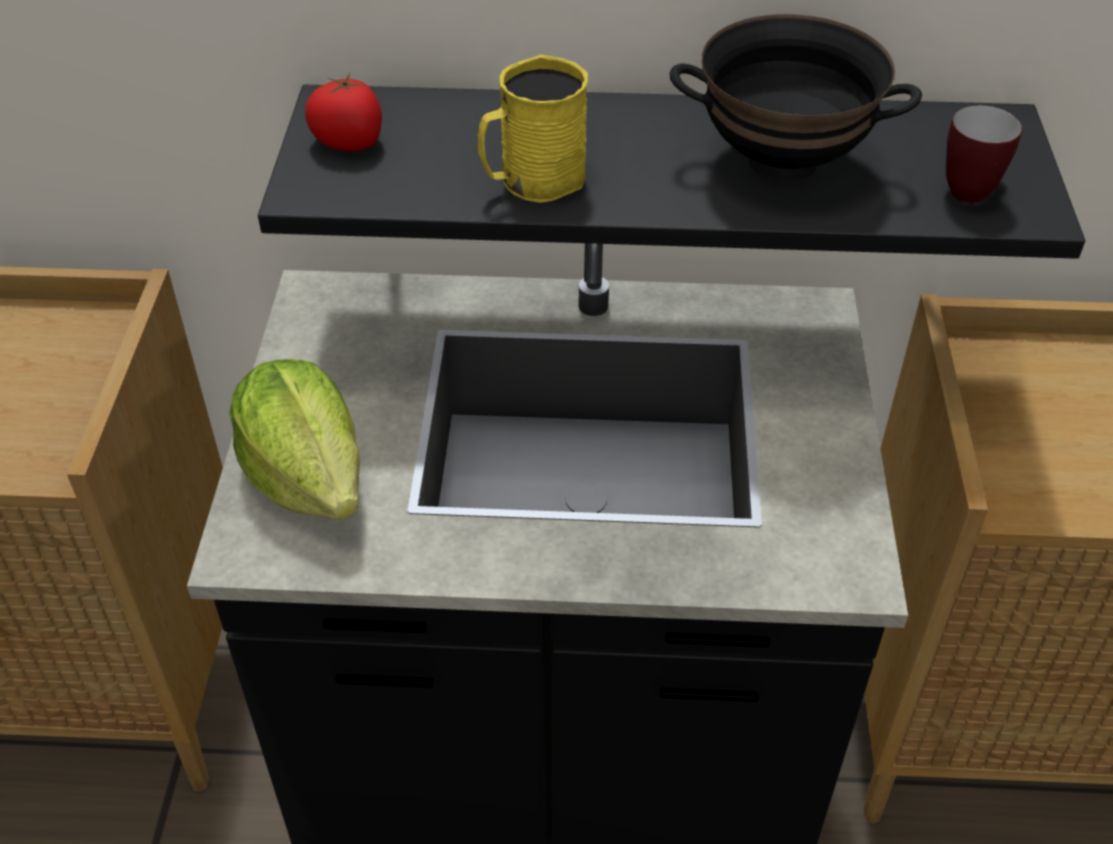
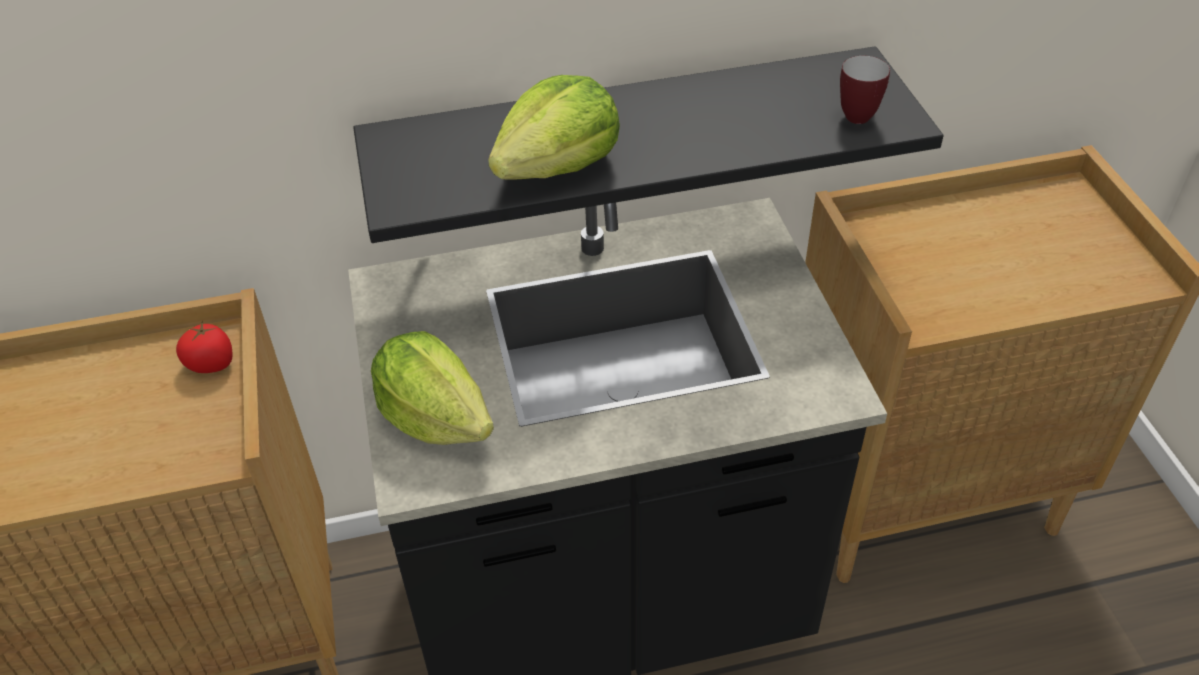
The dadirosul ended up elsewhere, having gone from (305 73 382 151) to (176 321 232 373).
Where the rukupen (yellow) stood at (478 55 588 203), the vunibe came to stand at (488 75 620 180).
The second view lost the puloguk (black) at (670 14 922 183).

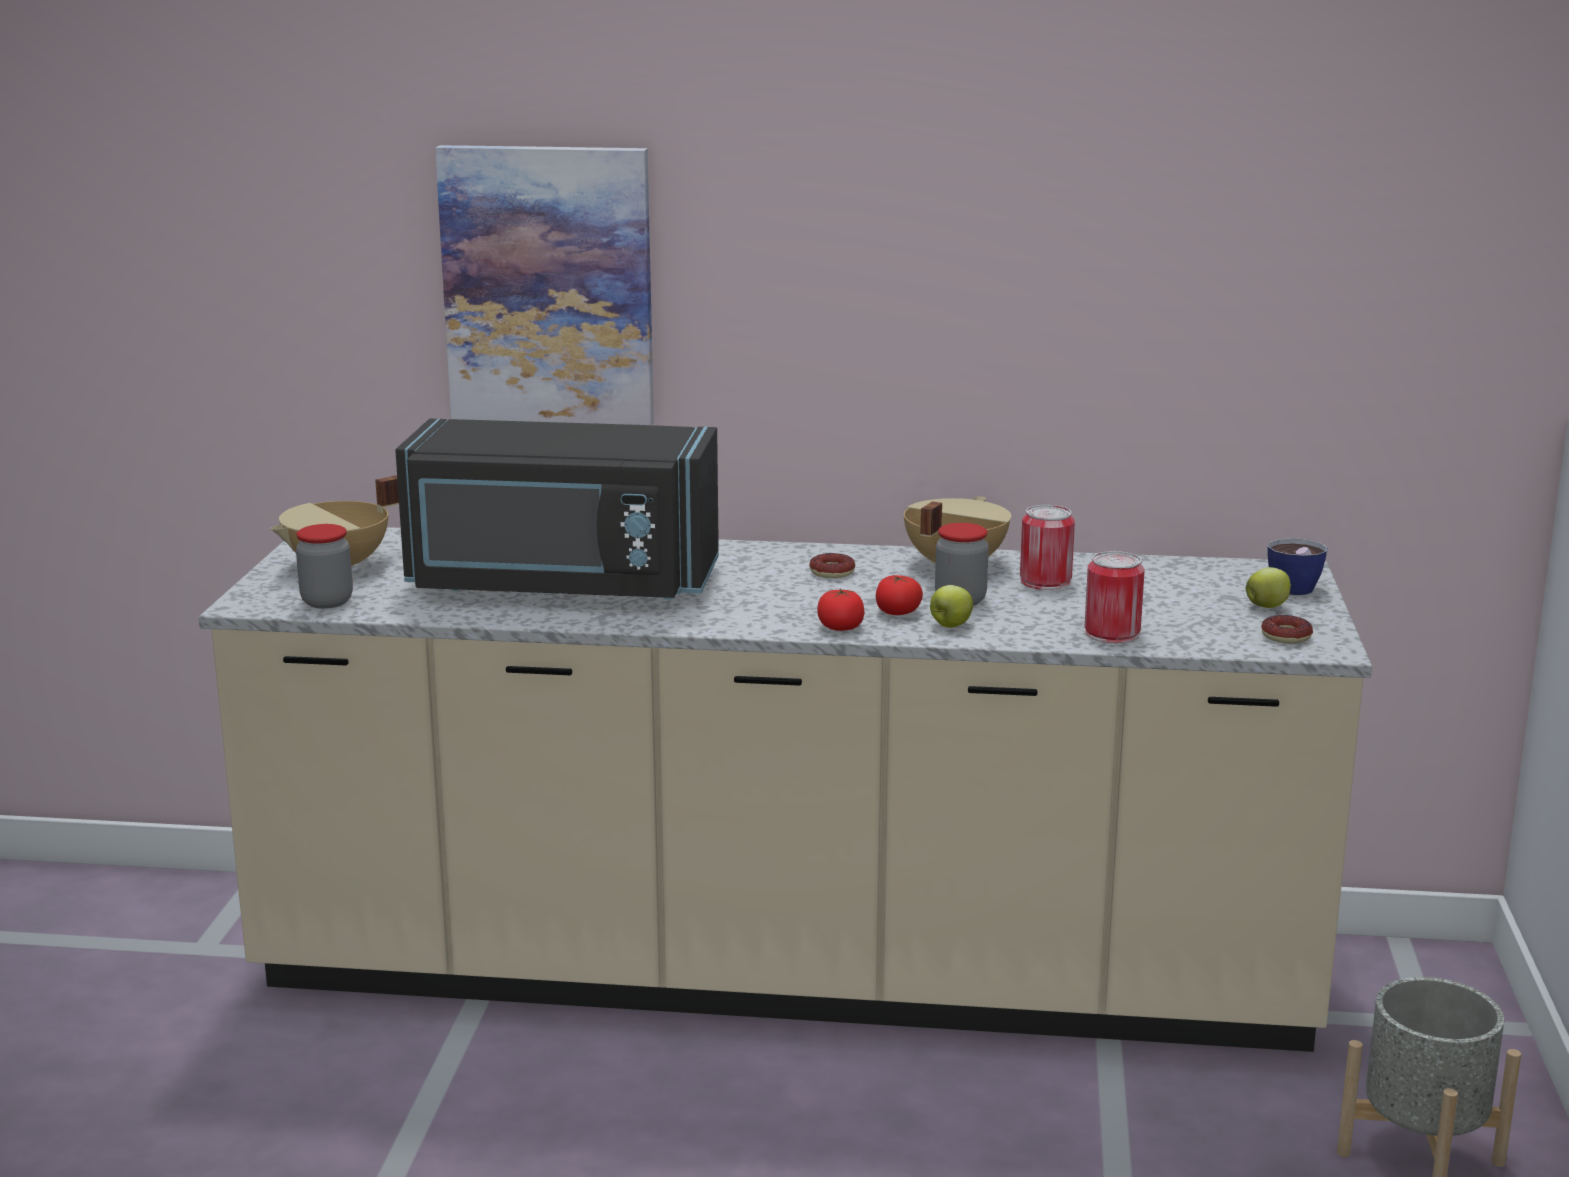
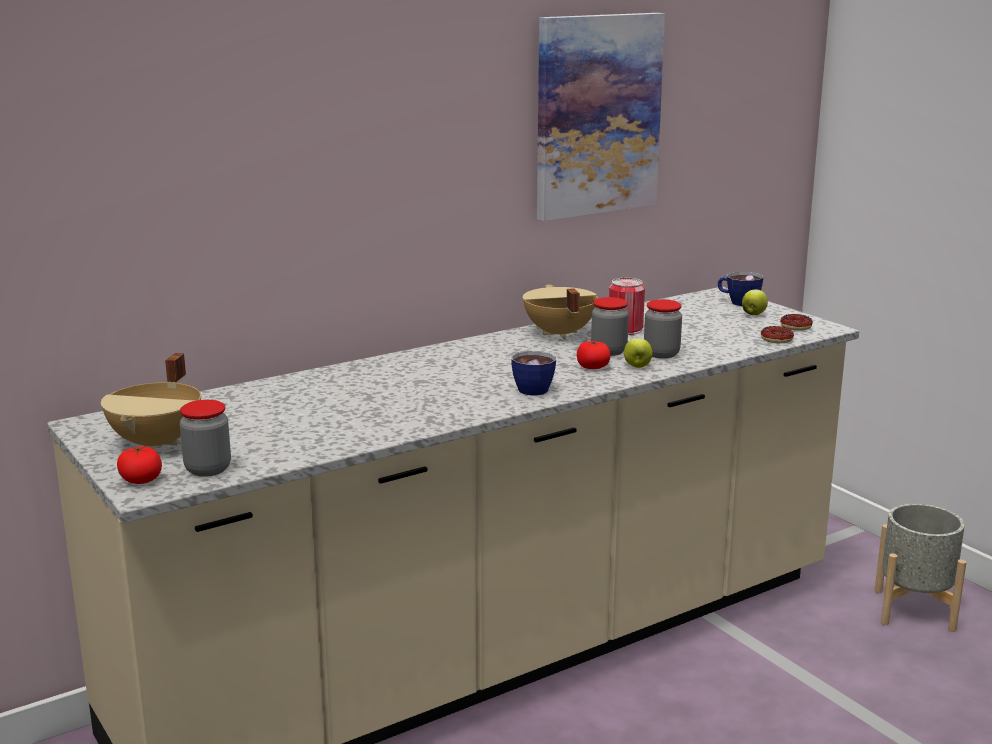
The second view lost the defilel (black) at (395 419 719 600).
The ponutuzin ended up elsewhere, having gone from (435 145 654 425) to (537 13 665 221).
The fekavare ended up elsewhere, having gone from (809 553 855 578) to (761 326 794 343).
The dadirosul ended up elsewhere, having gone from (817 589 864 631) to (117 446 162 484).
The second view lost the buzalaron at (1085 551 1145 643).
The second view gained the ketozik at (511 351 556 395).
The second view gained the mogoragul at (644 299 682 359).

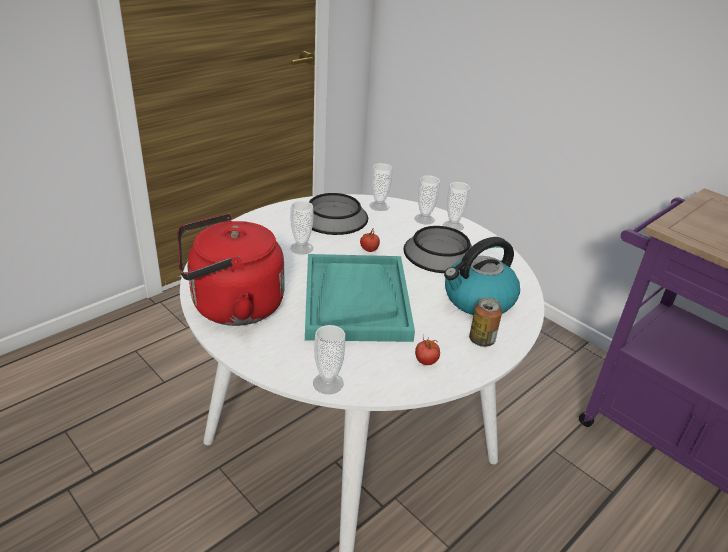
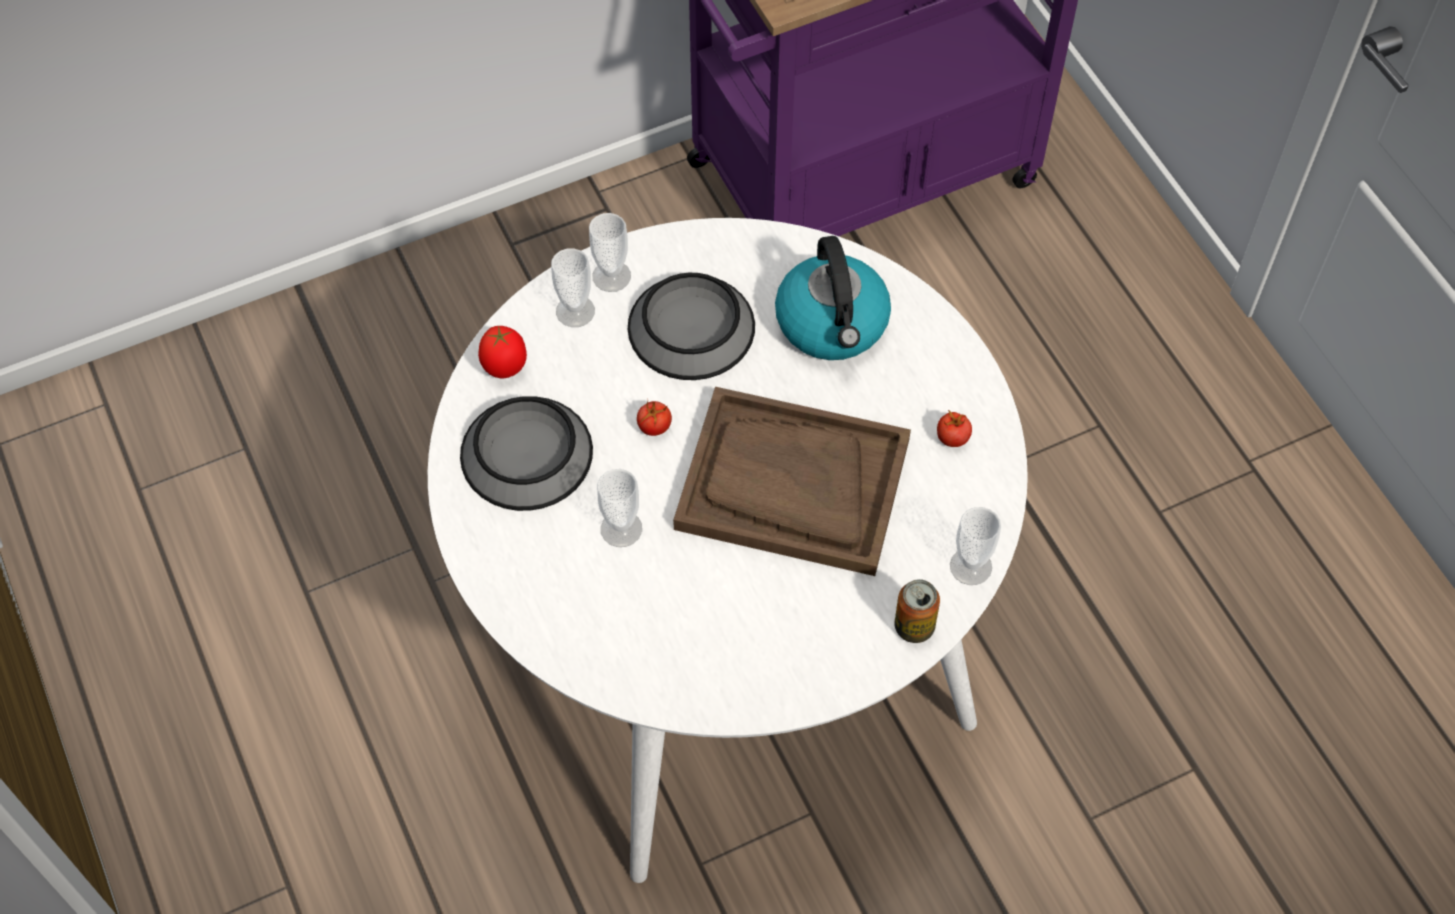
The second view lost the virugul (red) at (177 213 285 326).
What was the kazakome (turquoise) at (305 254 415 342) turned into the kazakome (brown) at (673 387 911 576).
Where the ketozik stood at (369 163 393 211), the dadirosul came to stand at (478 326 527 379).
The buzalaron ended up elsewhere, having gone from (469 298 502 347) to (894 579 940 643).

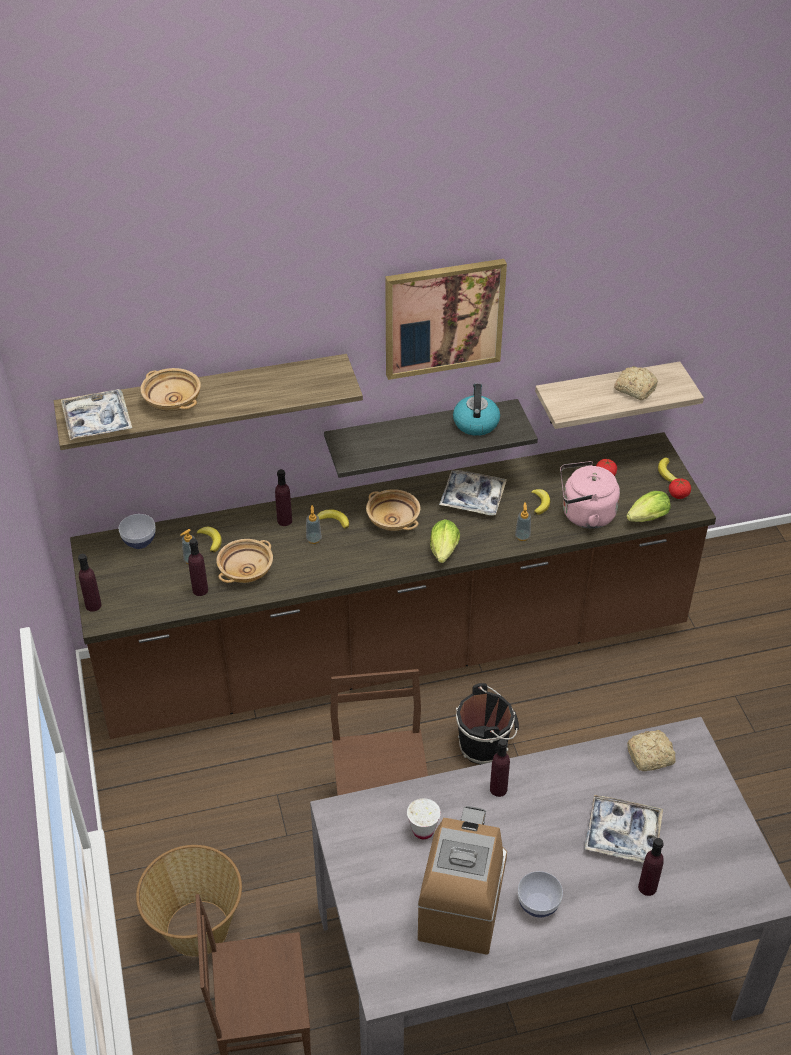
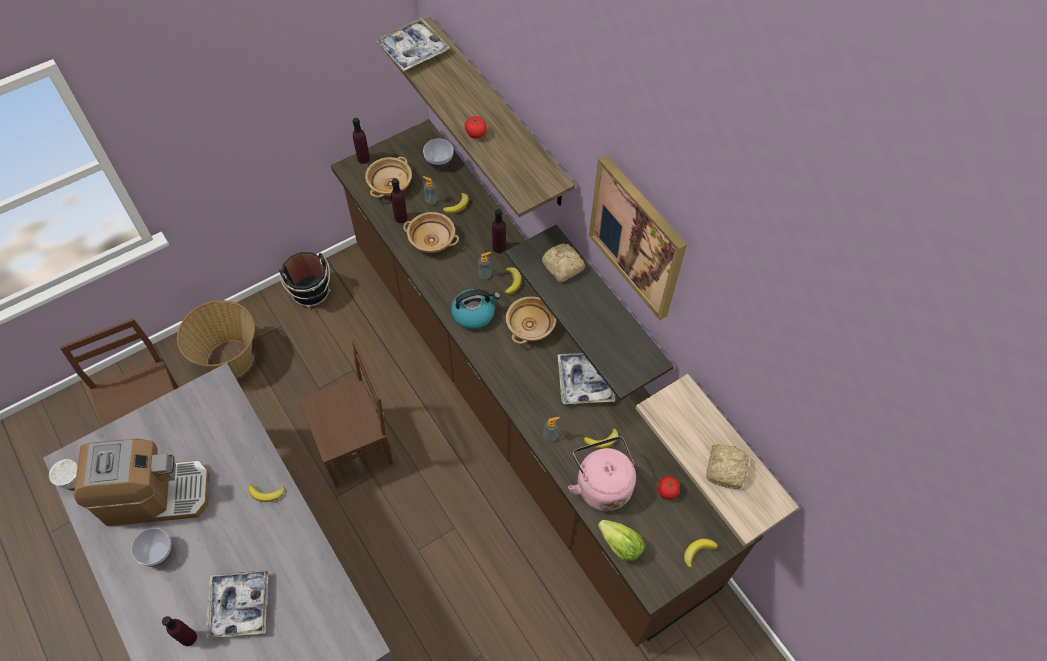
The puloguk (beige) ended up elsewhere, having gone from (140 368 201 411) to (365 157 412 198).
The ketozik (white) ended up elsewhere, having gone from (407 798 441 839) to (49 459 78 490).
The second view lost the vunibe at (430 519 460 563).
The virugul ended up elsewhere, having gone from (453 384 500 436) to (451 289 500 329).
The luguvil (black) ended up elsewhere, having gone from (456 683 519 765) to (279 252 331 308).
Where the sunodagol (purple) stood at (490 739 510 797), the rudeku came to stand at (248 485 285 502).
The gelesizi ended up elsewhere, having gone from (627 730 676 771) to (542 244 585 282).
The dadirosul ended up elsewhere, having gone from (669 478 691 499) to (464 116 487 138).

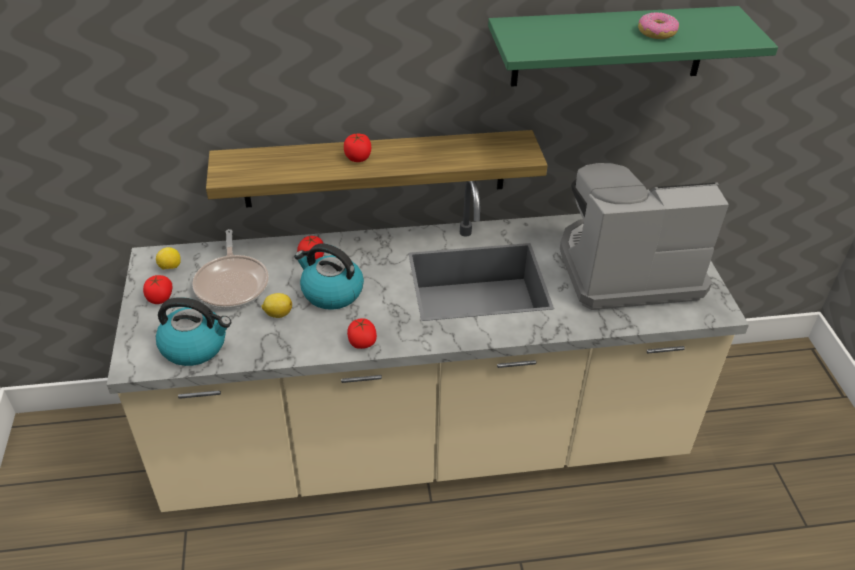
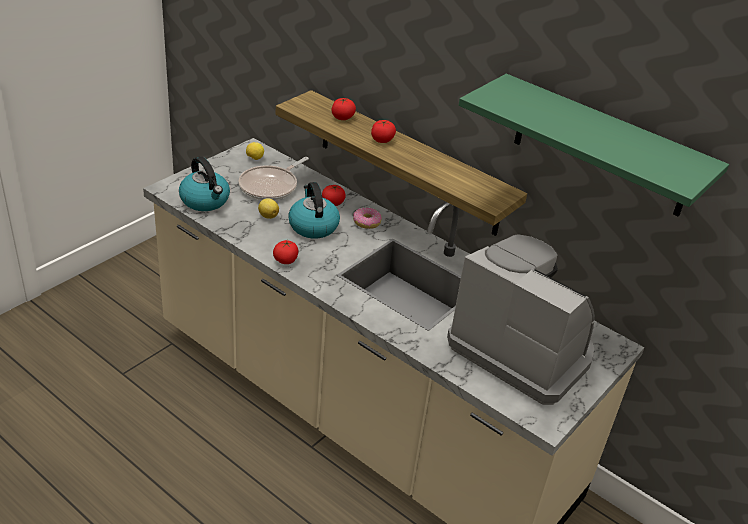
The dadirosul ended up elsewhere, having gone from (143 275 172 304) to (331 98 356 120).
The fekavare ended up elsewhere, having gone from (638 12 679 39) to (353 207 382 229).

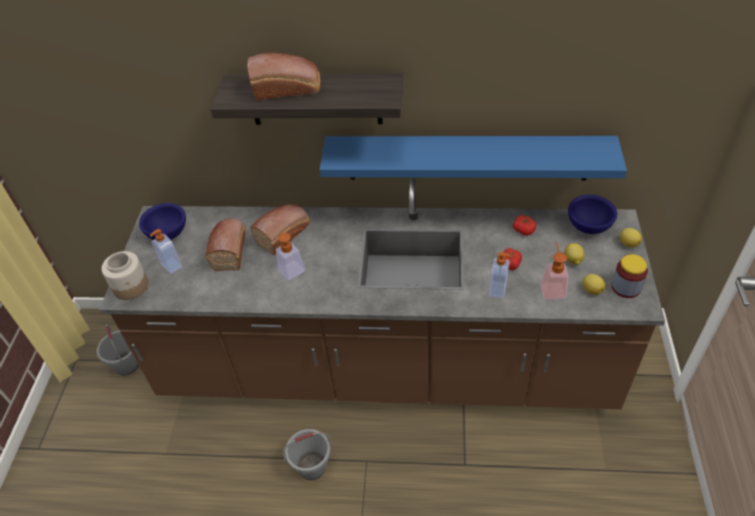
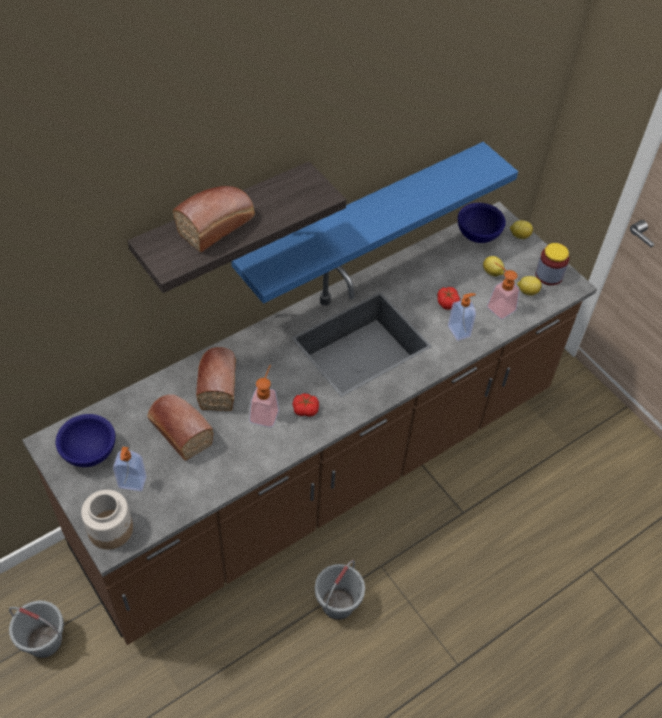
The dadirosul ended up elsewhere, having gone from (513 215 536 236) to (292 393 319 417).

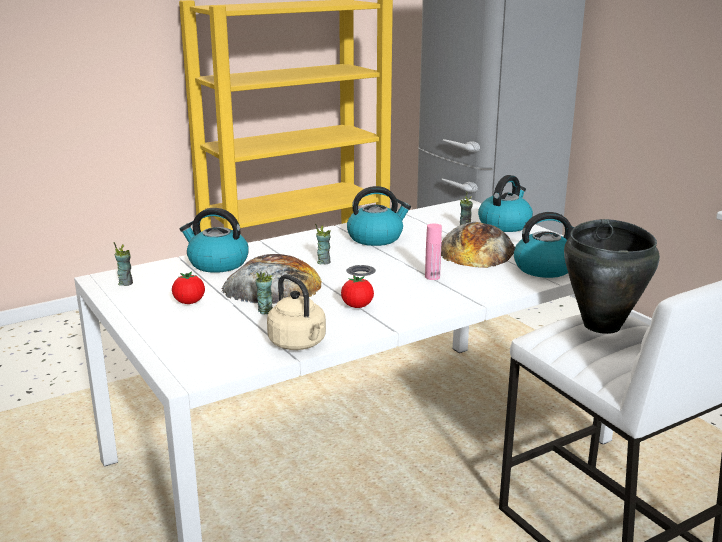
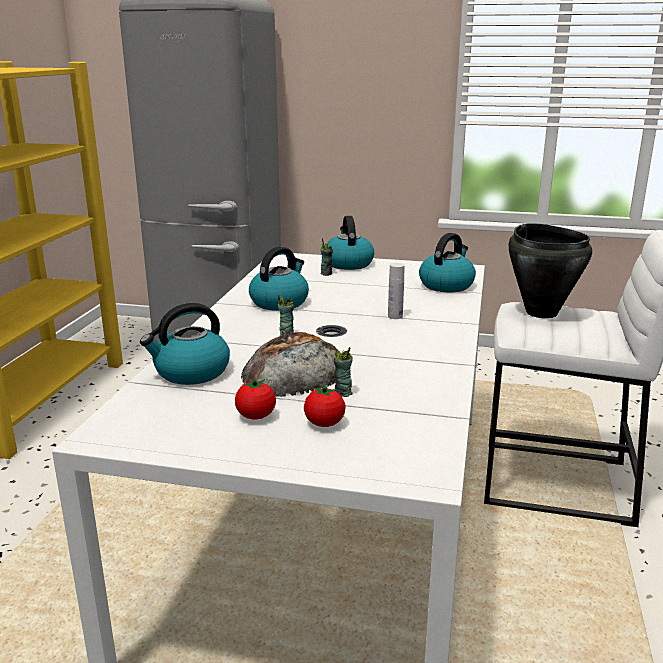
The second view lost the ketozik at (114 242 133 286).
The second view lost the virugul (beige) at (267 274 326 350).
The dadirosul ended up elsewhere, having gone from (341 275 374 308) to (304 384 346 427).
What was the sunodagol (pink) at (425 224 442 280) turned into the sunodagol (white) at (388 263 404 319).
The second view lost the gelesizi at (441 222 515 268).

